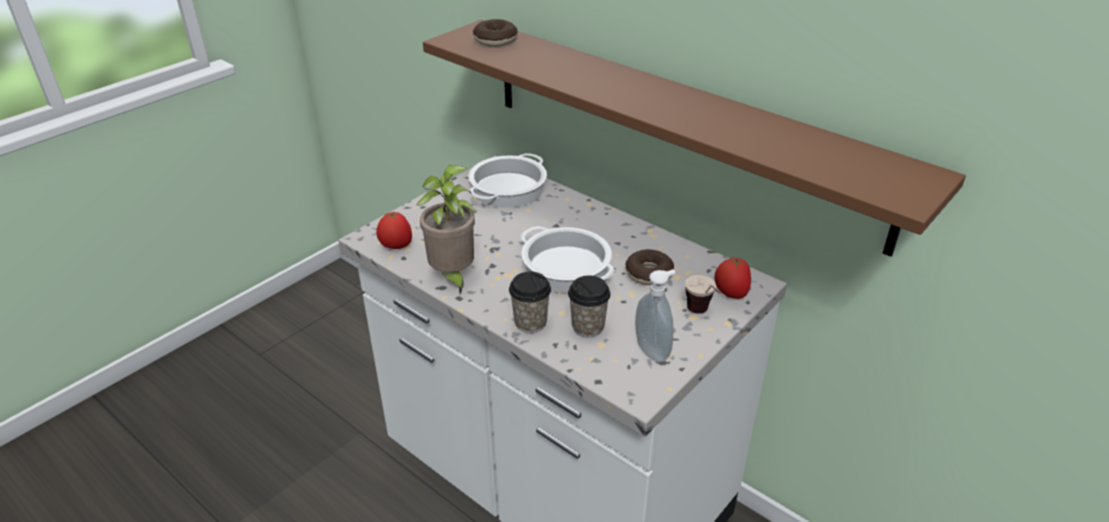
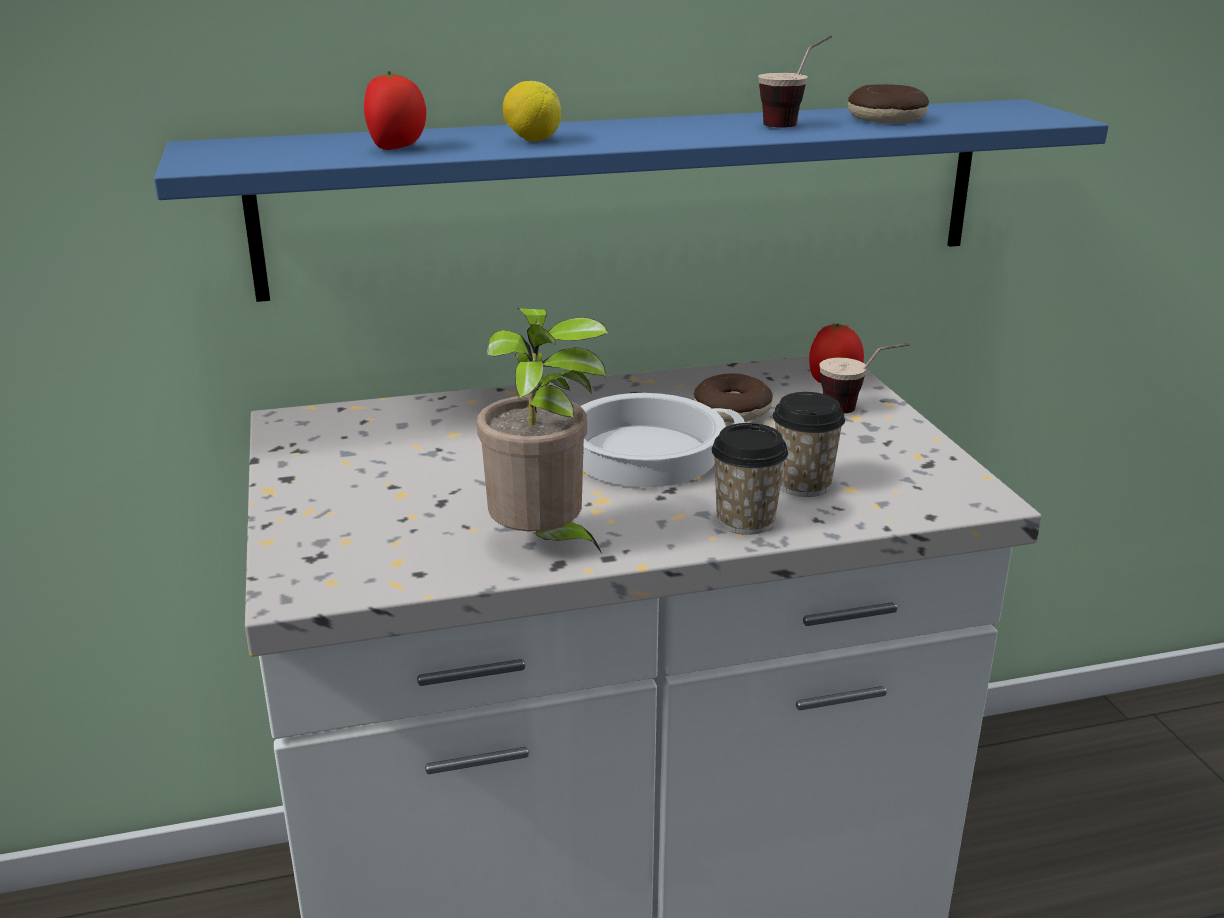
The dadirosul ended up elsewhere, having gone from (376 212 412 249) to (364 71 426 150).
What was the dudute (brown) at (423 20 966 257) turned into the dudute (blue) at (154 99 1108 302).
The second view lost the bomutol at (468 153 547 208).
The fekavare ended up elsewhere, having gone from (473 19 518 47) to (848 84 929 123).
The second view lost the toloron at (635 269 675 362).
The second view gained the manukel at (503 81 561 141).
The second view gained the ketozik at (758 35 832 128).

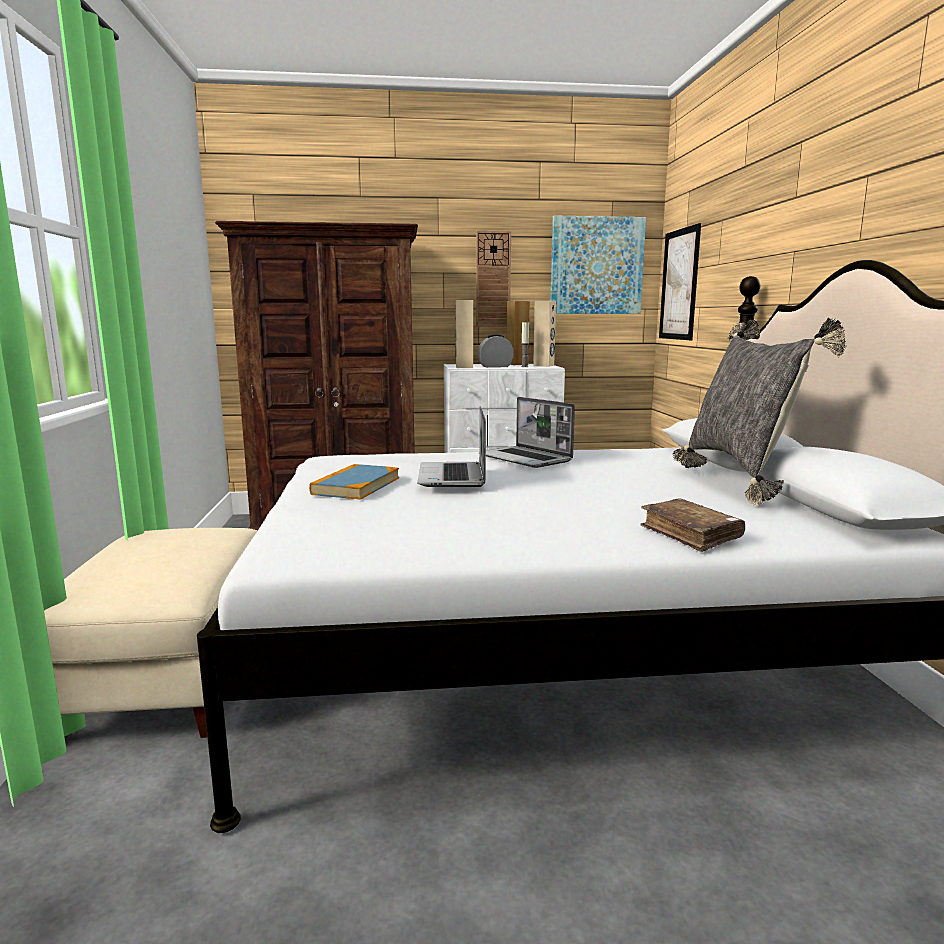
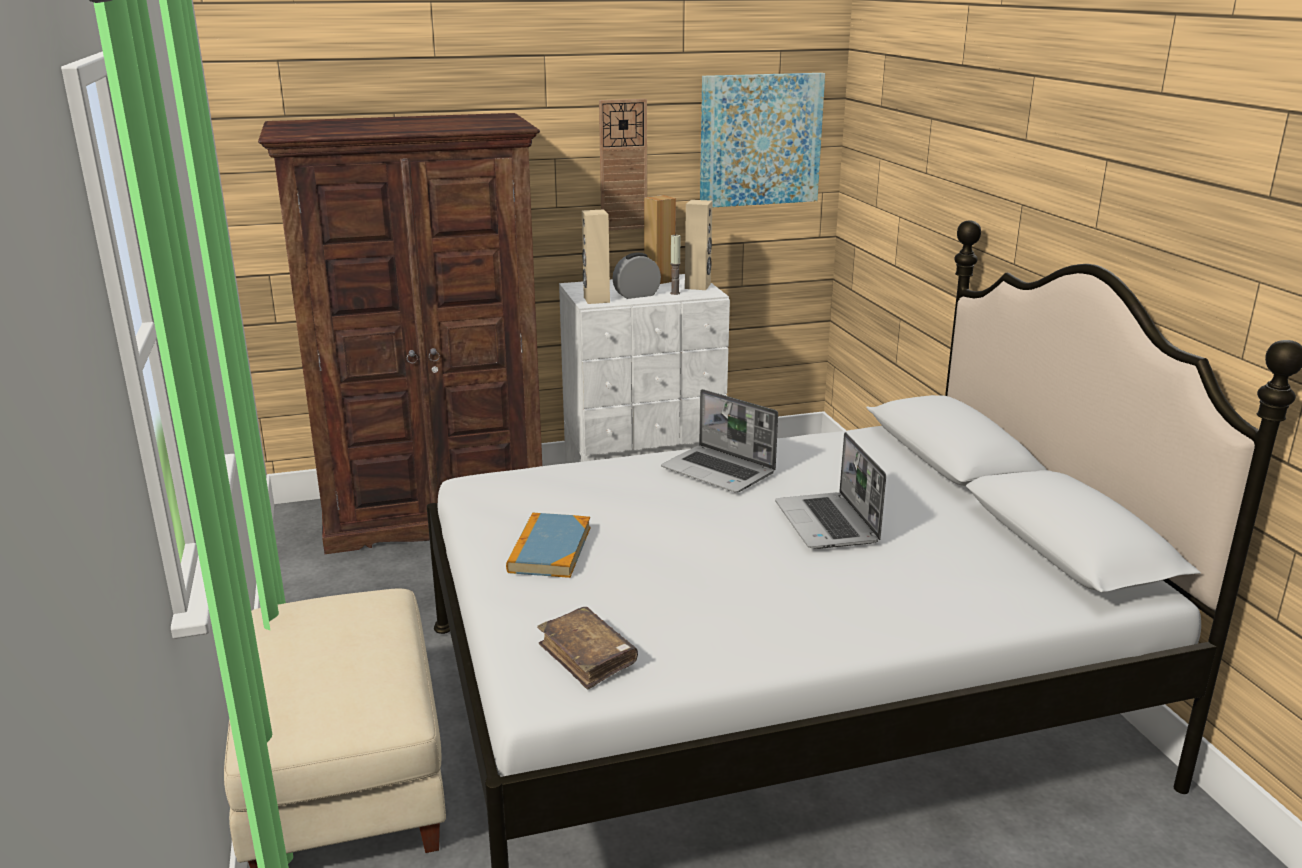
The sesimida ended up elsewhere, having gone from (417 406 486 487) to (775 432 886 549).
The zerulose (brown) ended up elsewhere, having gone from (641 499 745 552) to (537 607 638 689).
The second view lost the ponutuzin at (659 223 701 340).
The second view lost the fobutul at (672 318 847 506).

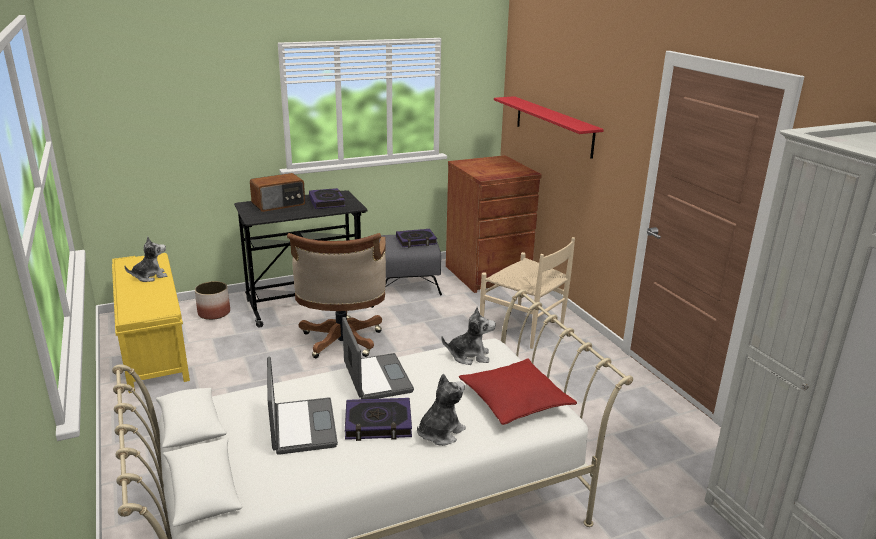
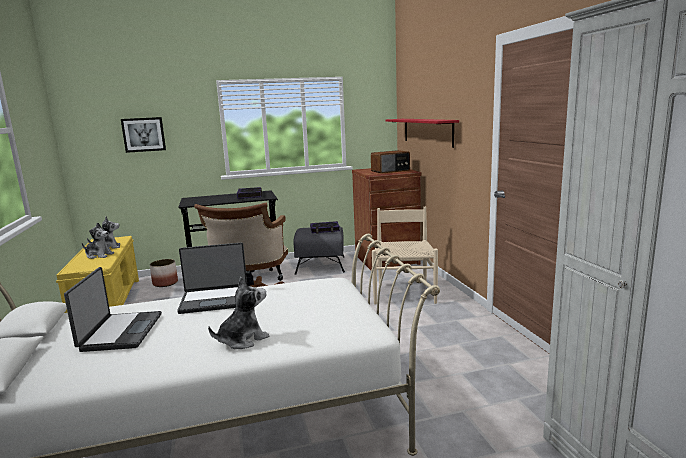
The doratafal ended up elsewhere, having gone from (250 173 305 212) to (371 150 410 174).
The sesimida at (342 317 414 399) ended up facing another way, 90 degrees clockwise from before.
The second view lost the zerulose at (345 398 412 441).
The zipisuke ended up elsewhere, having gone from (441 306 496 365) to (82 222 114 259).
The second view lost the fobutul (red) at (459 359 577 425).
The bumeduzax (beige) at (480 237 575 349) ended up facing another way, 135 degrees counterclockwise from before.
The second view gained the ponutuzin at (121 117 166 153).

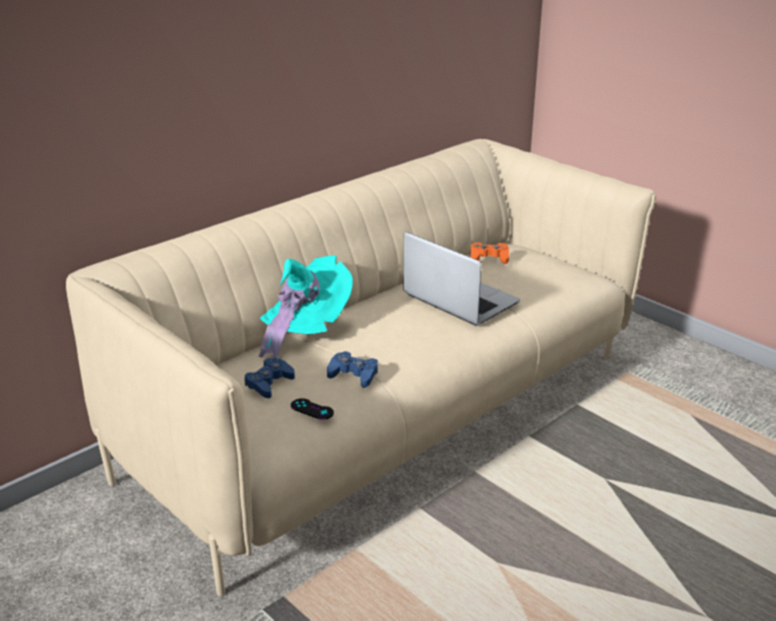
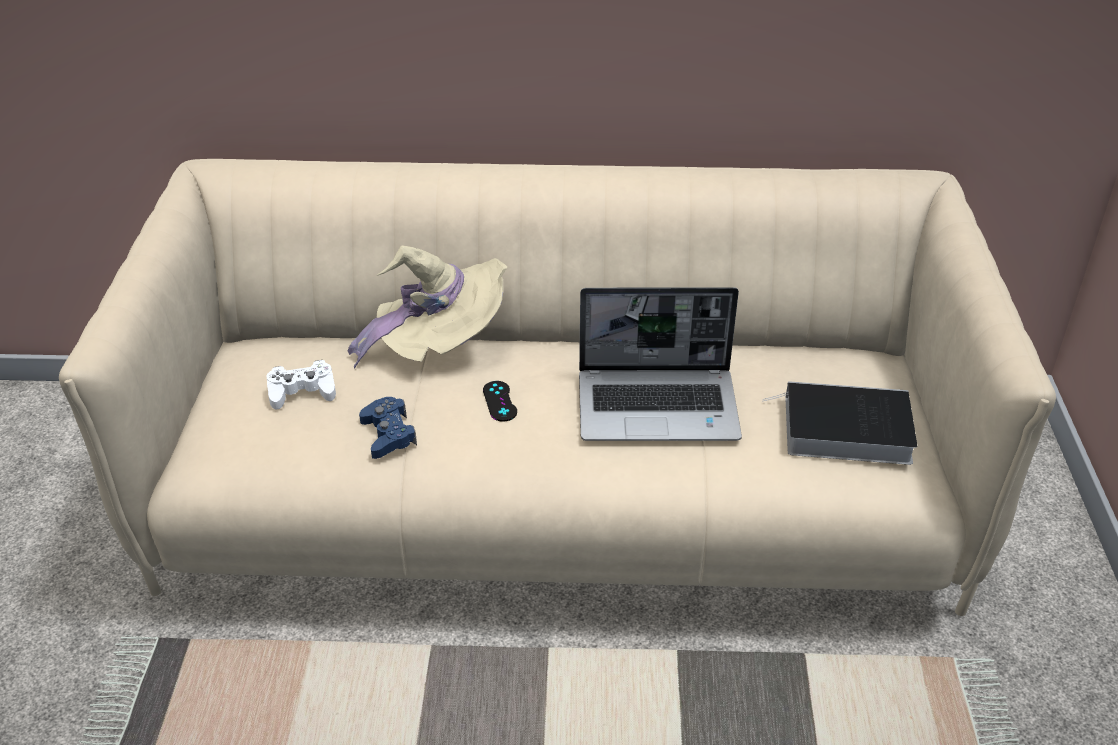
What was the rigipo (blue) at (245 358 295 398) turned into the rigipo (white) at (266 360 336 410).
What was the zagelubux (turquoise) at (259 255 353 358) turned into the zagelubux (beige) at (347 245 507 369).
The rigipo (black) ended up elsewhere, having gone from (291 398 334 420) to (483 381 517 422).
The sesimida at (403 232 520 326) ended up facing another way, 90 degrees clockwise from before.
The second view lost the rigipo (orange) at (471 242 509 264).
The second view gained the zerulose at (763 381 917 465).

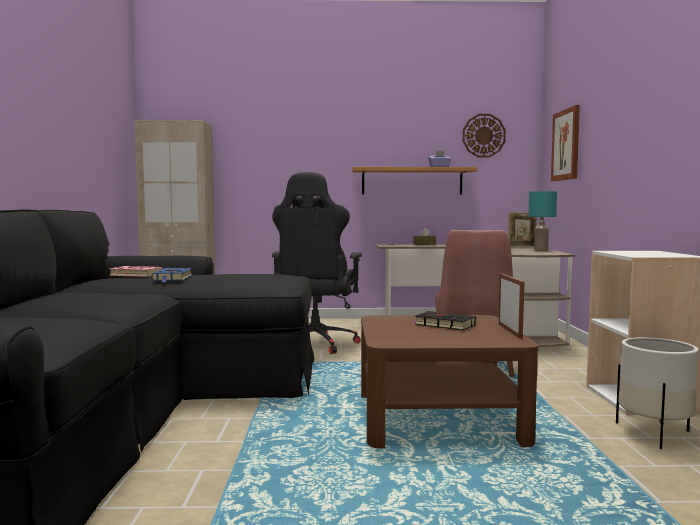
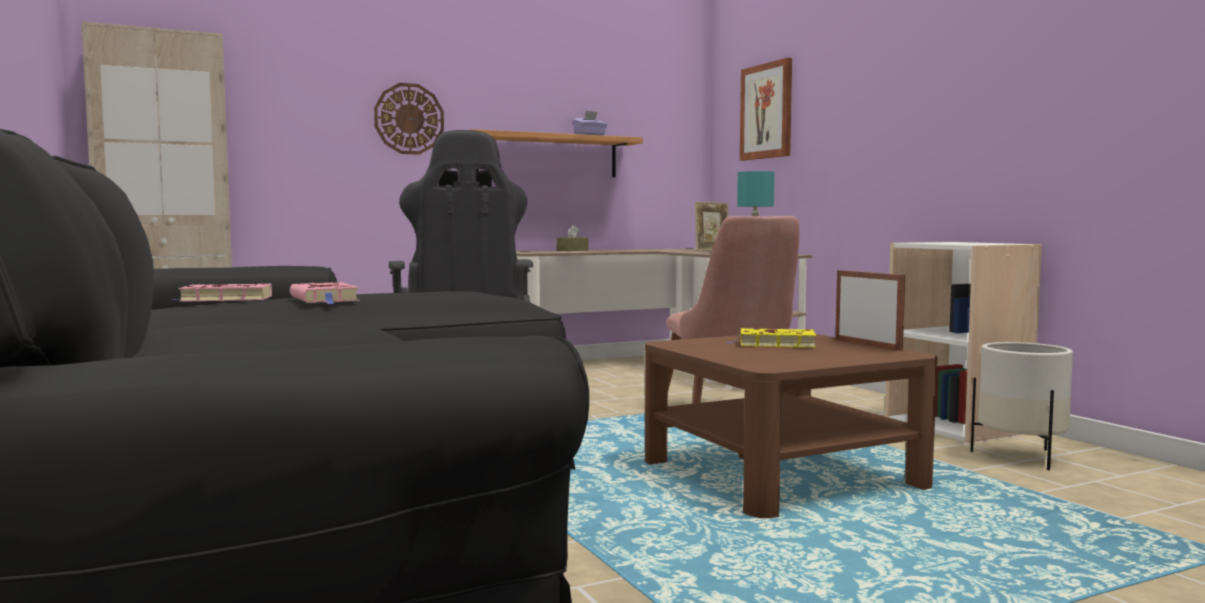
What was the zerulose (blue) at (151 268 192 282) turned into the zerulose (pink) at (290 282 360 304).
What was the zerulose (black) at (415 311 476 330) turned into the zerulose (yellow) at (727 328 816 348).
The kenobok ended up elsewhere, having gone from (463 114 506 158) to (374 83 444 155).

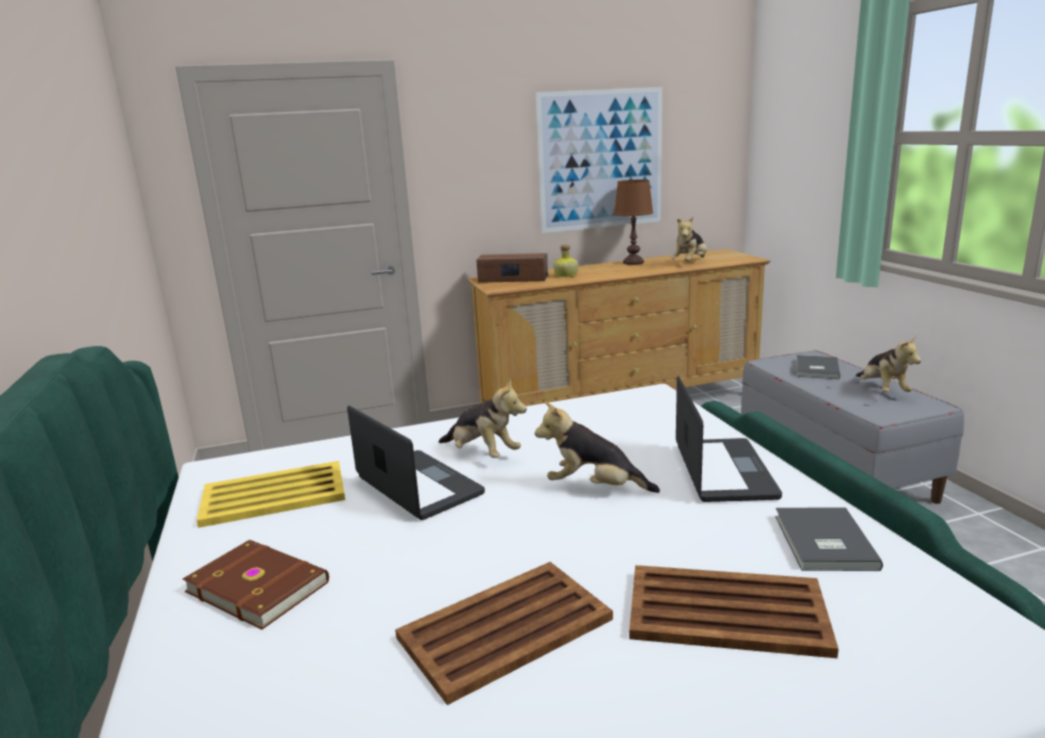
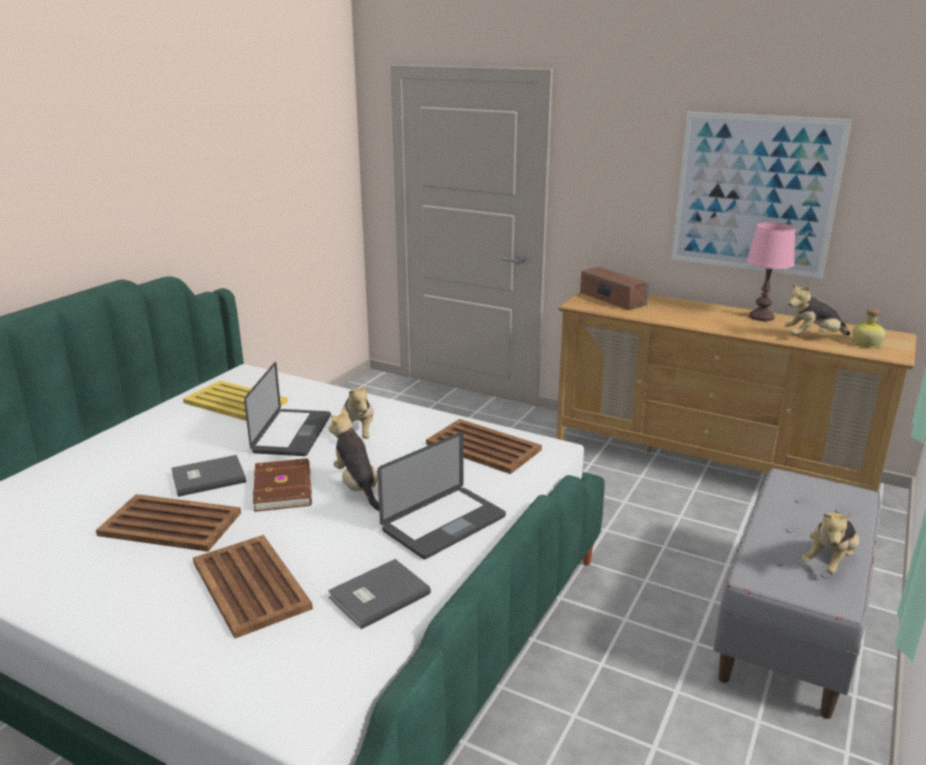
The zerulose (brown) ended up elsewhere, having gone from (182 540 329 630) to (253 458 312 512).
The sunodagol ended up elsewhere, having gone from (553 245 578 277) to (853 308 886 348).
What was the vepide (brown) at (614 180 653 265) turned into the vepide (pink) at (746 222 796 321).
The zerulose (grey) ended up elsewhere, having gone from (797 355 840 379) to (171 455 246 497).
The second view gained the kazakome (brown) at (426 419 542 474).

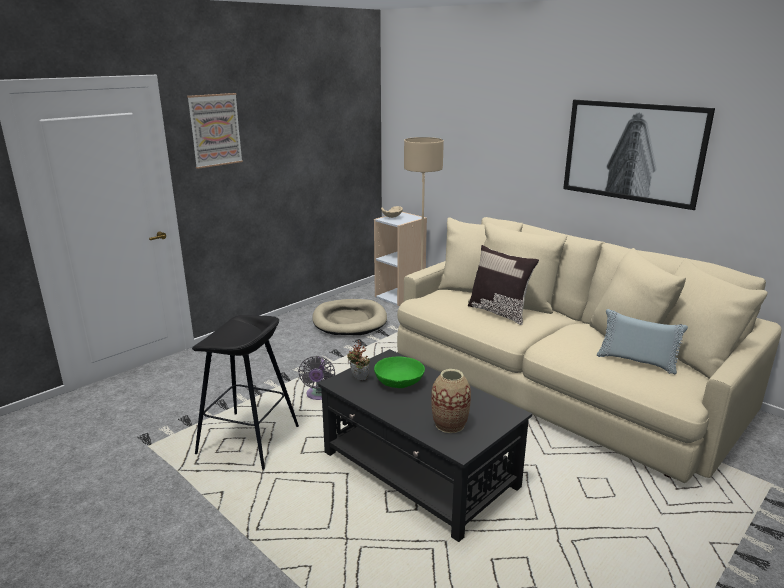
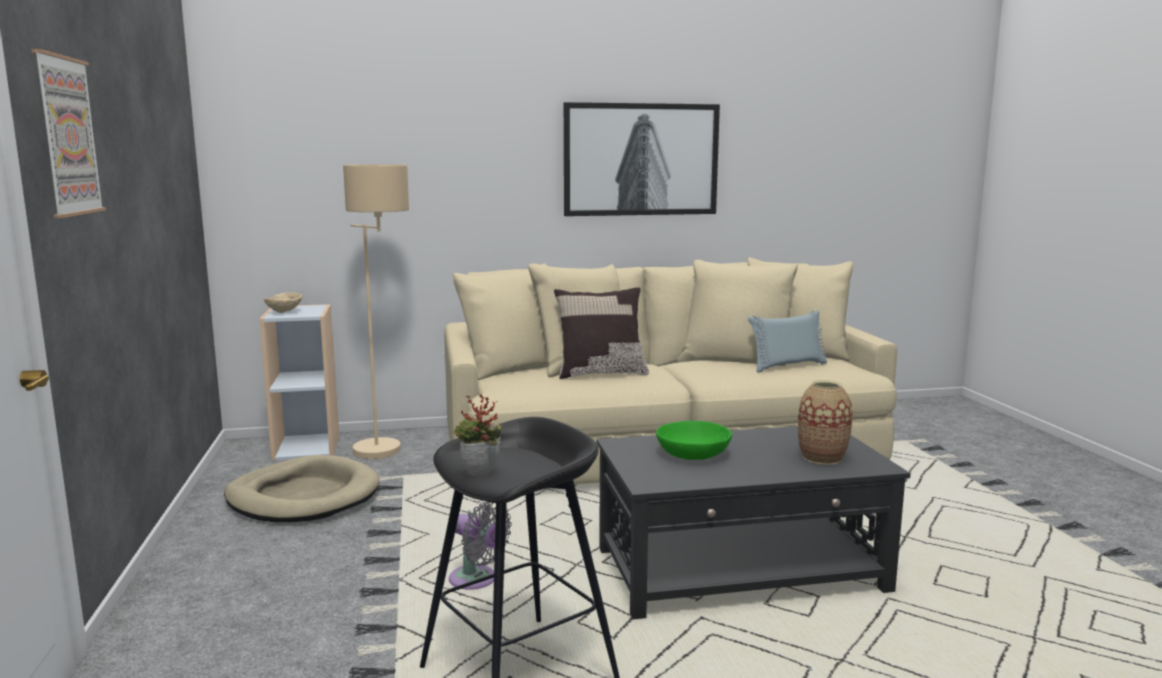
The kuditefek ended up elsewhere, having gone from (347 340 370 380) to (454 394 502 475).

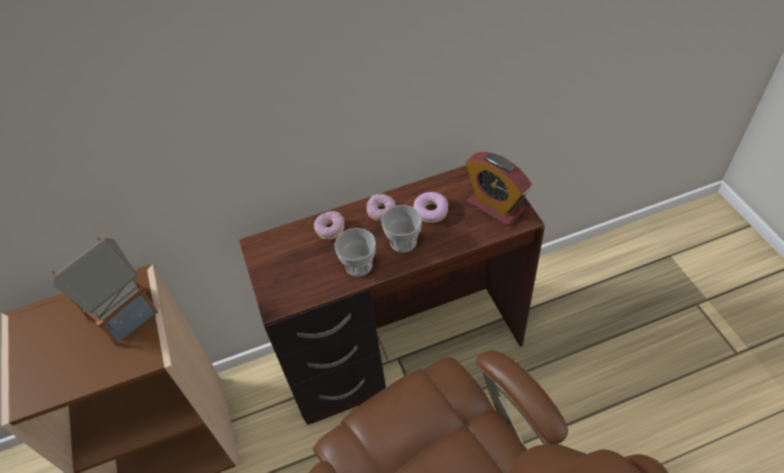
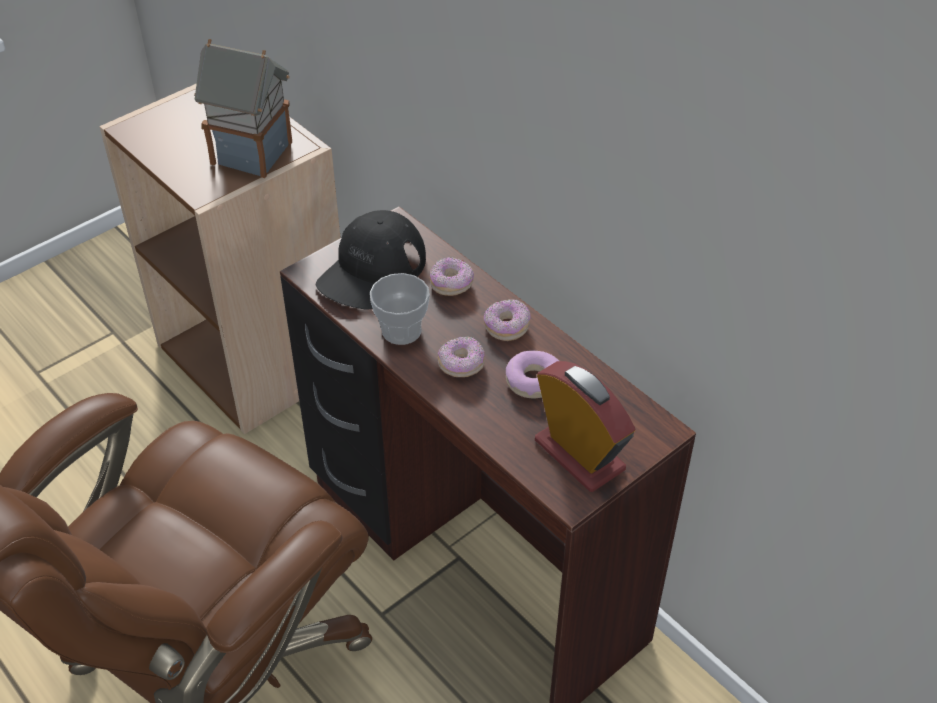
Where the ketozik stood at (381 205 422 253), the fekavare came to stand at (438 336 485 377).
The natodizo at (466 152 532 226) ended up facing another way, 120 degrees clockwise from before.
The second view gained the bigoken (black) at (316 210 426 310).

